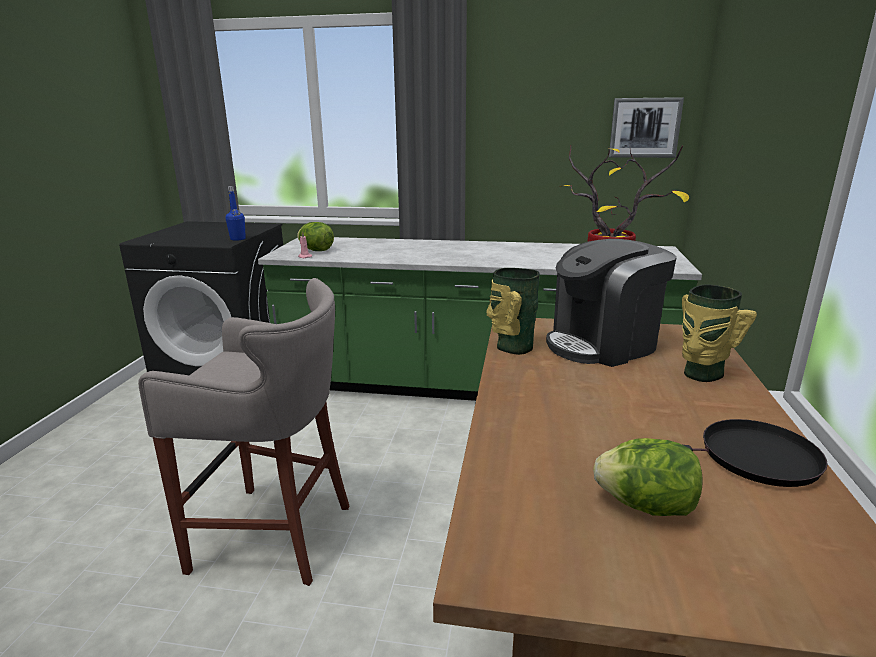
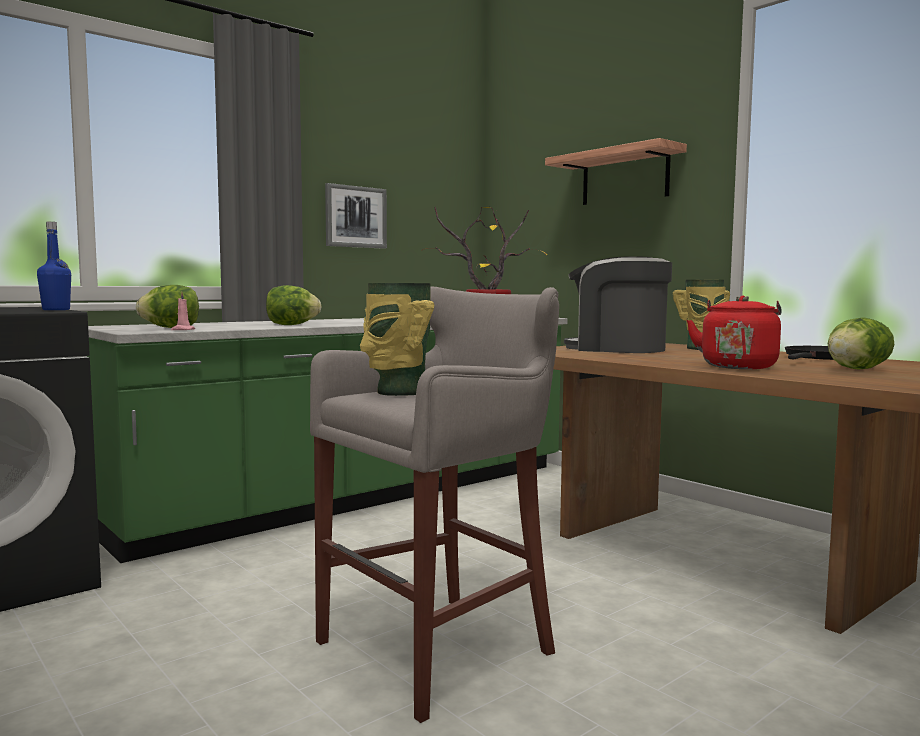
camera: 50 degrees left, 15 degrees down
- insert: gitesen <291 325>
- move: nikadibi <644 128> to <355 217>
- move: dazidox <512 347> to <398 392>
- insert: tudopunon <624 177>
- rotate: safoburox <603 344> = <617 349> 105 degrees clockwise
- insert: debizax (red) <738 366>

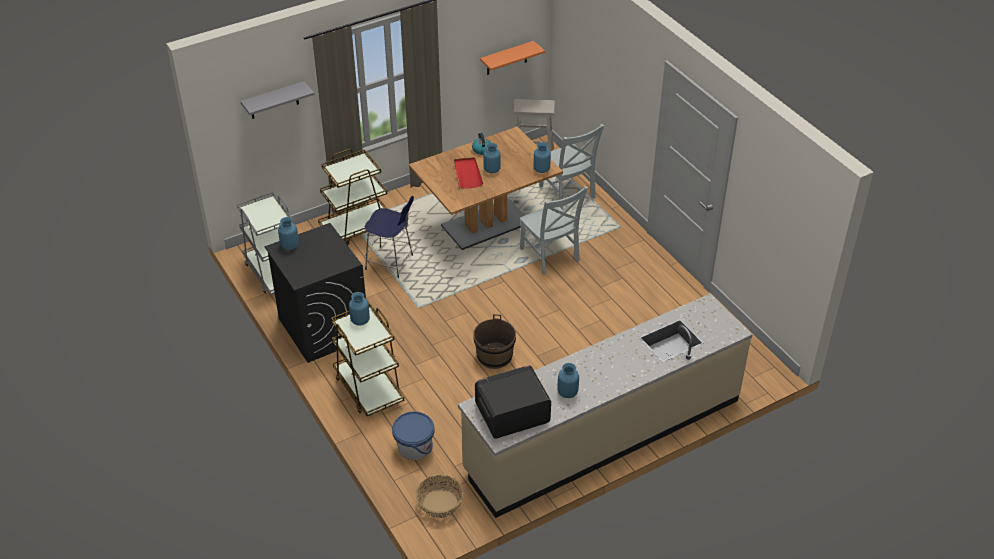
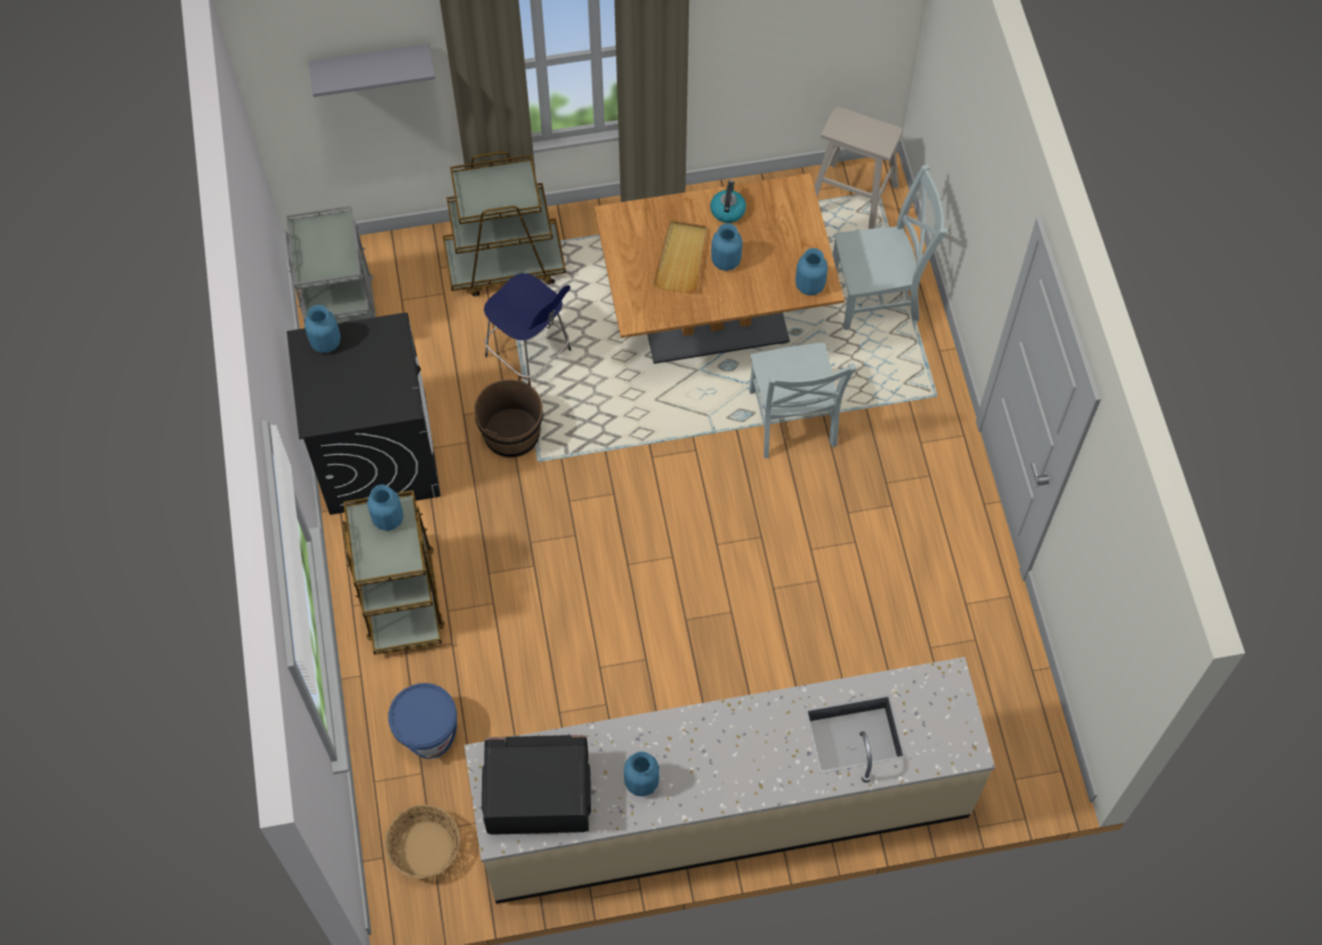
camera: 20 degrees right, 20 degrees up
- move: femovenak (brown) <494 356> to <511 433>
- recolor: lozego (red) <467 174> to lozego (beige) <681 258>
- rotate: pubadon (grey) <568 193> = <879 295> 90 degrees counterclockwise
- delete: tudopunon (orange) <507 58>

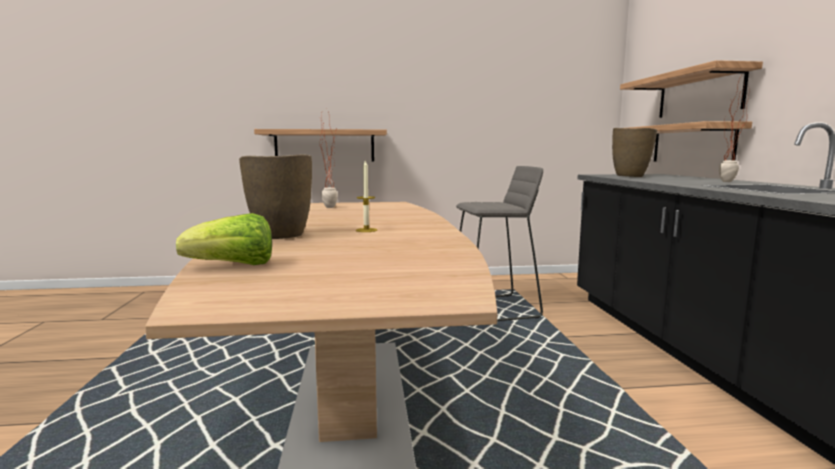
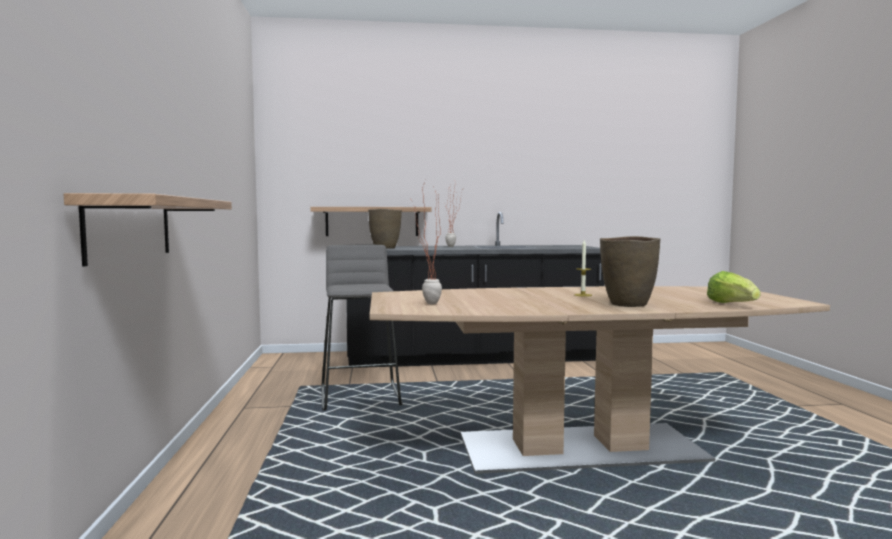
camera: 90 degrees left, 5 degrees down
- delete: tudopunon <699 94>

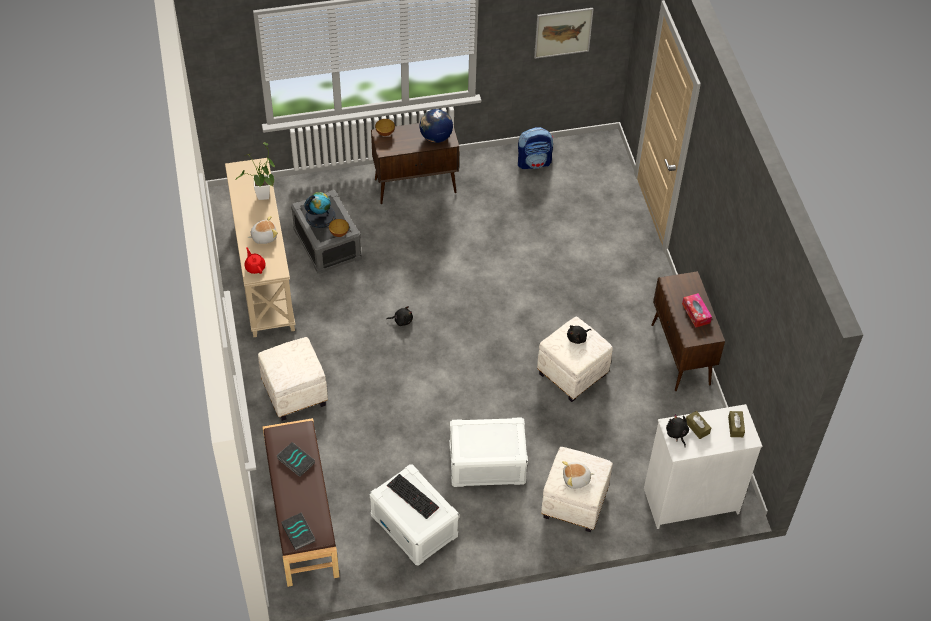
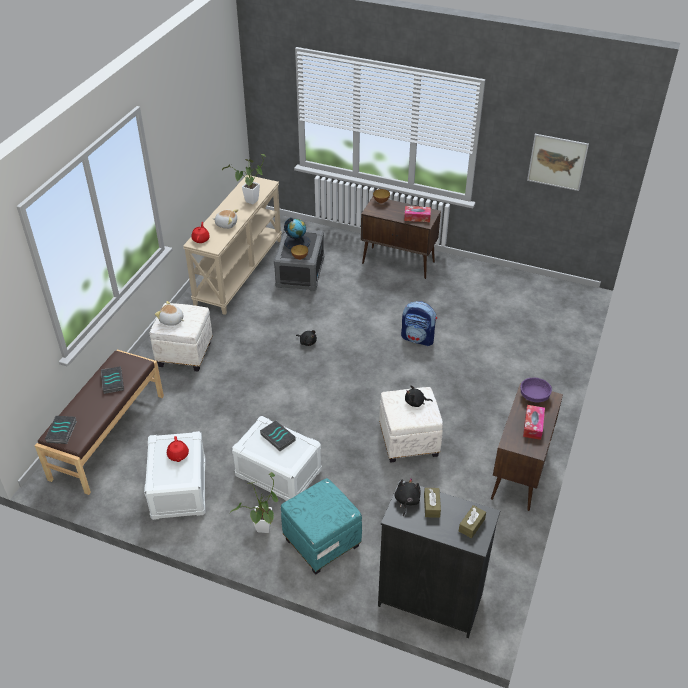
camera: 35 degrees right, 10 degrees down
- move: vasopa <576 479> to <171 320>
- replace: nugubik <414 496> to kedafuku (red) <178 455>
- insert: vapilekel <263 531>
- insert: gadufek <277 437>
- recolor: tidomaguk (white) <574 504> to tidomaguk (turquoise) <321 544>
- recolor: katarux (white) <690 500> to katarux (black) <430 599>
- move: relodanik <534 162> to <418 338>
- replace: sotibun <435 137> to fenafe <417 217>
- insert: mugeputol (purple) <534 396>

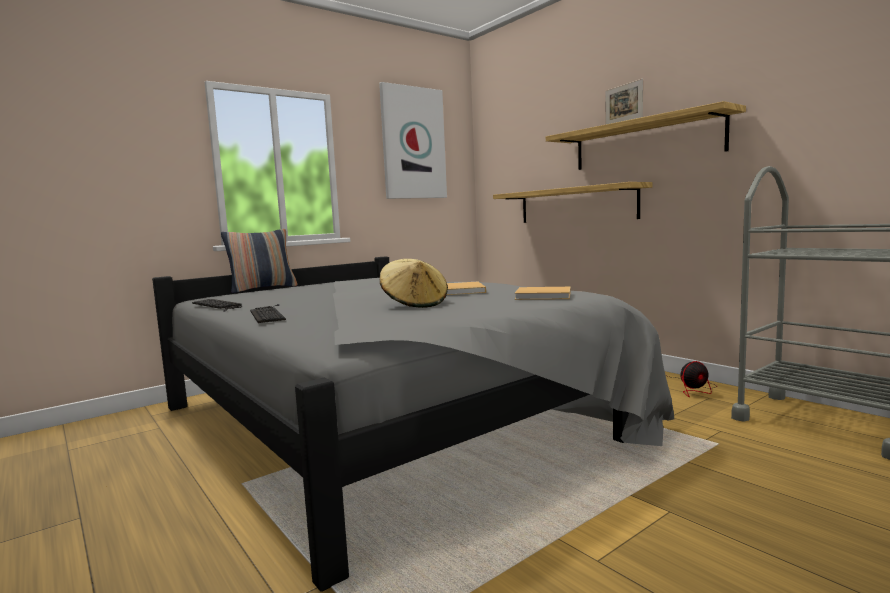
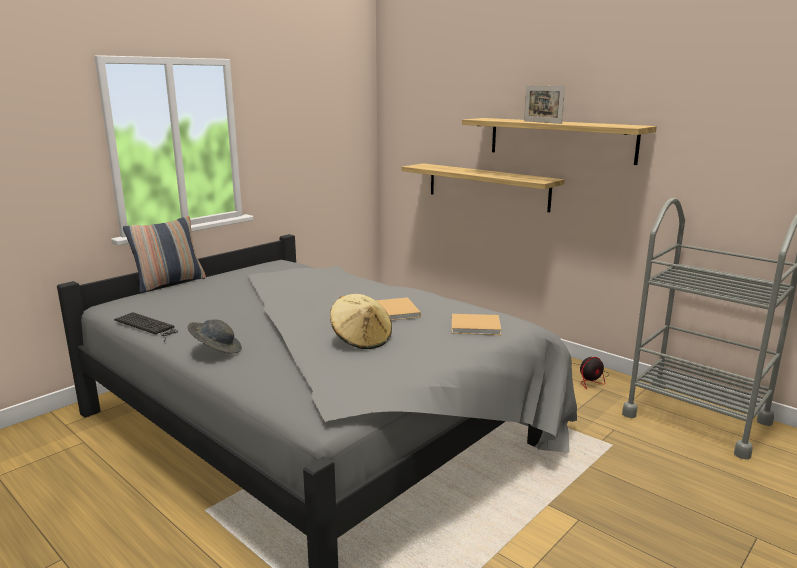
camera: 10 degrees left, 10 degrees up
- replace: nugubik <267 314> to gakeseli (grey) <216 350>
- delete: nikadibi <413 143>

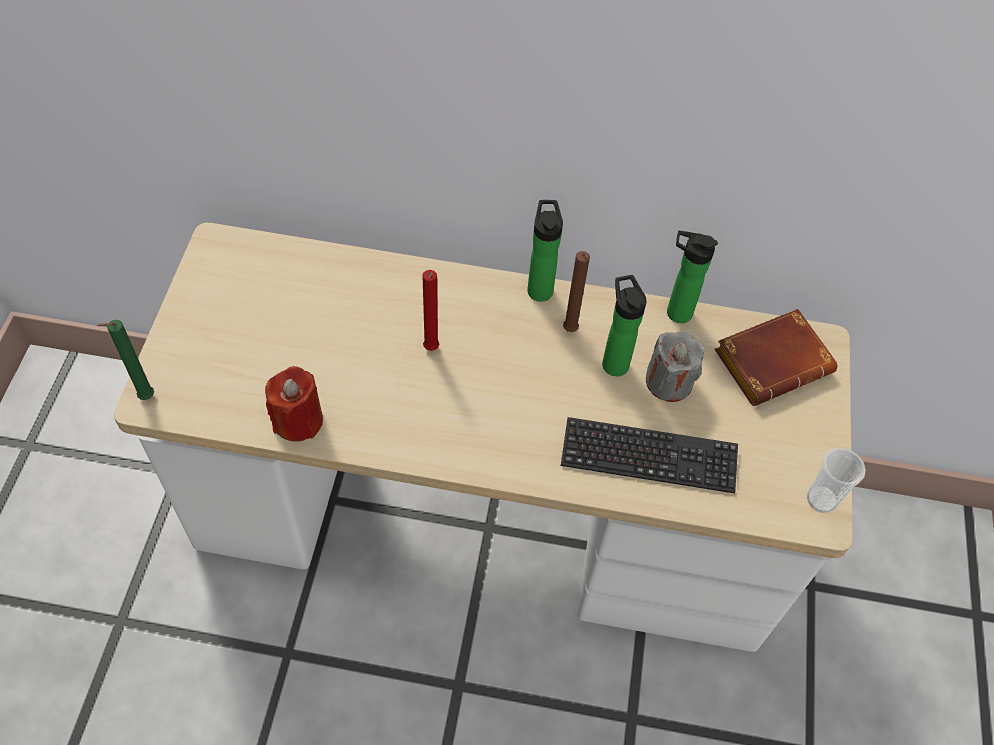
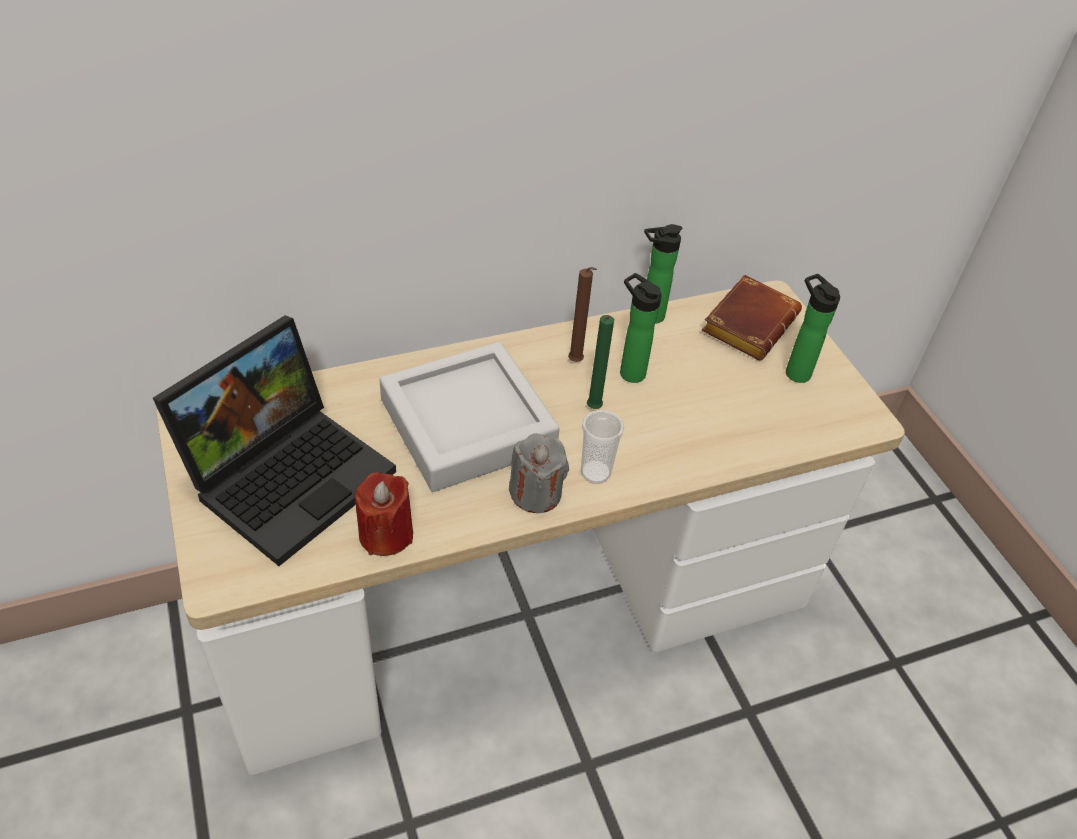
camera: 30 degrees left, 10 degrees down
- insert: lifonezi <290 473>
- replace: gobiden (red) <431 350> to lozego (grey) <467 424>
- move: gobiden (grey) <669 382> to <536 493>
- move: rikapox <821 499> to <595 472>
- move: gobiden (green) <144 398> to <593 410>
- move: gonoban <540 288> to <795 371>
- delete: nugubik <649 457>

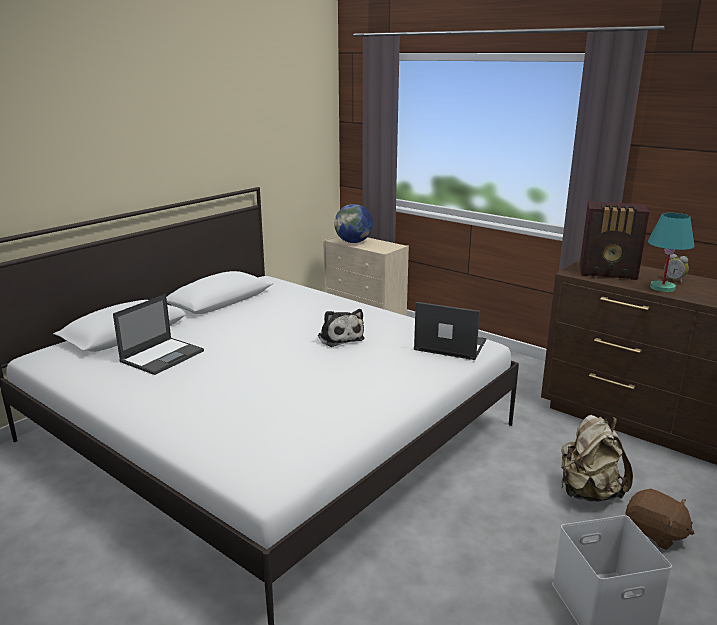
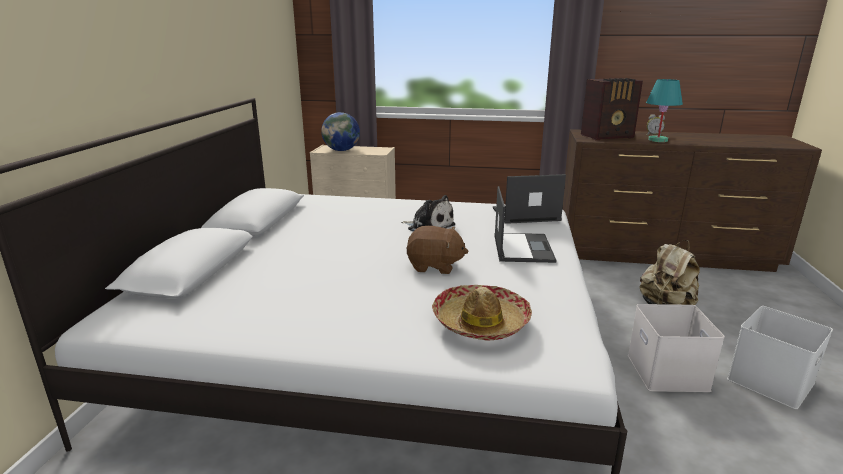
camera: 30 degrees left, 0 degrees up
- move: vasopa (brown) <654 533> to <435 266>
- insert: gakeseli <481 322>
- move: lifonezi <163 356> to <522 248>
- insert: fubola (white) <669 373>

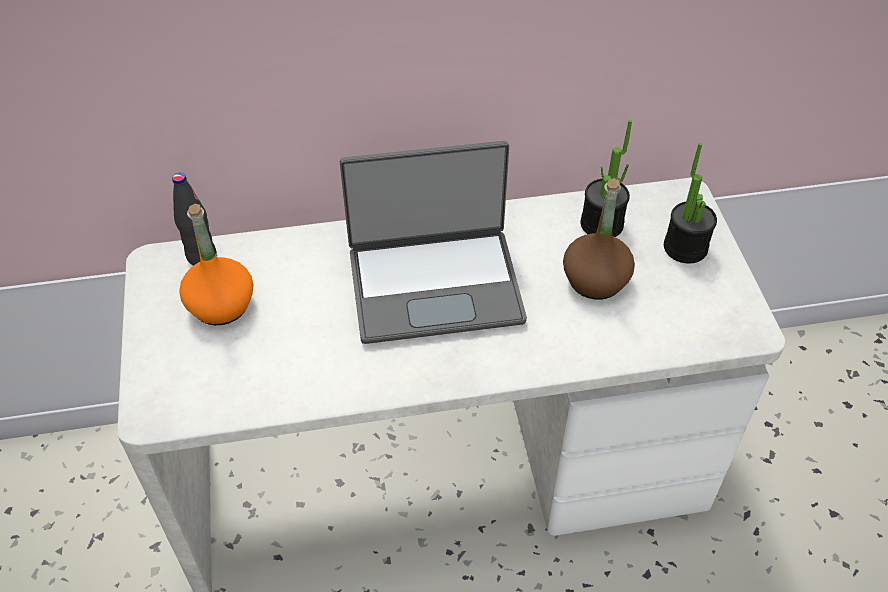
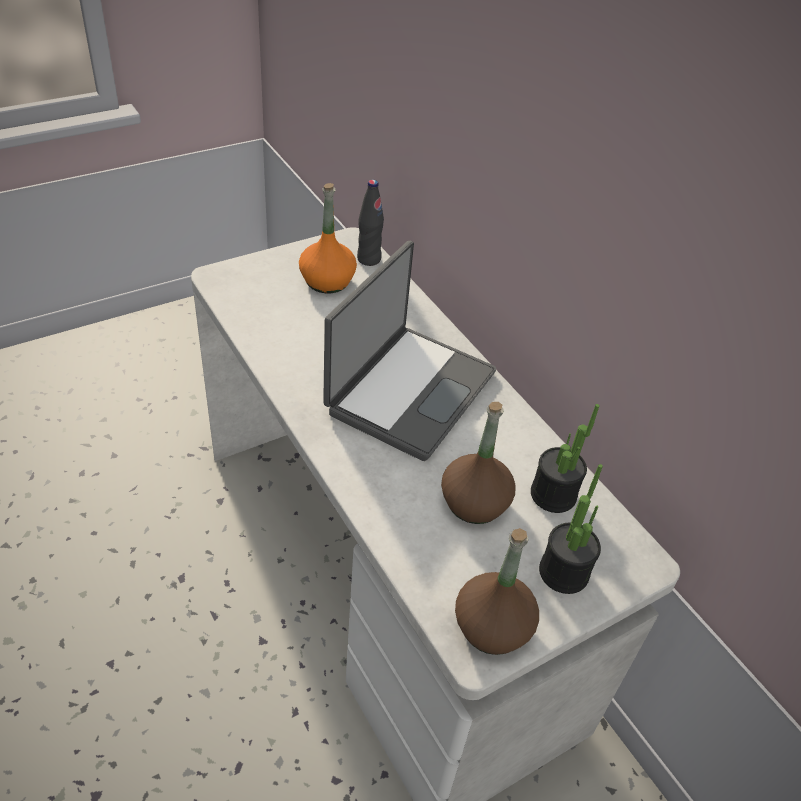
camera: 65 degrees right, 5 degrees down
- rotate: lifonezi <435 284> = <409 391> 120 degrees counterclockwise
- insert: gonoban (brown) <492 627>

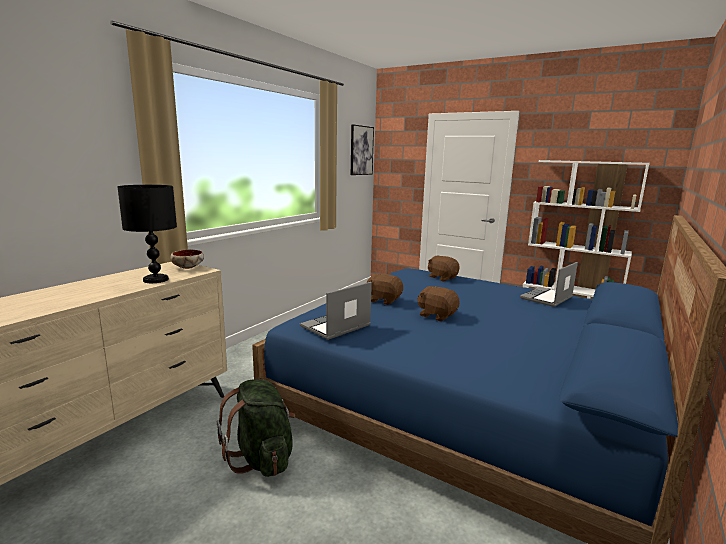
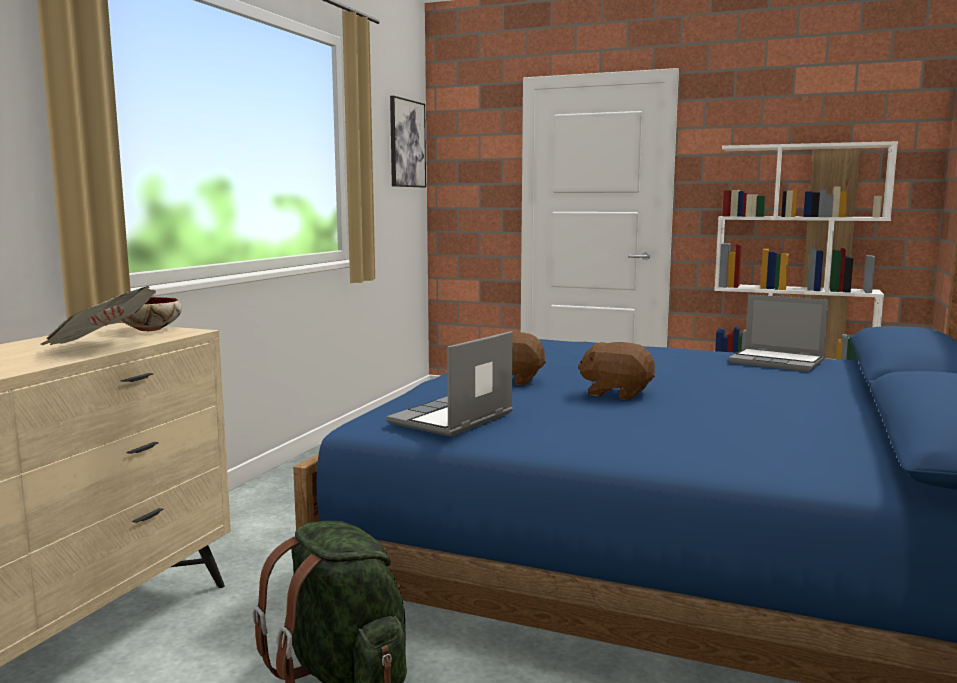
camera: 10 degrees left, 5 degrees down
- replace: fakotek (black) <155 280> to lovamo <101 346>
- rotate: lifonezi <547 298> = <778 362> 90 degrees counterclockwise
- delete: vasopa (brown) <442 278>

